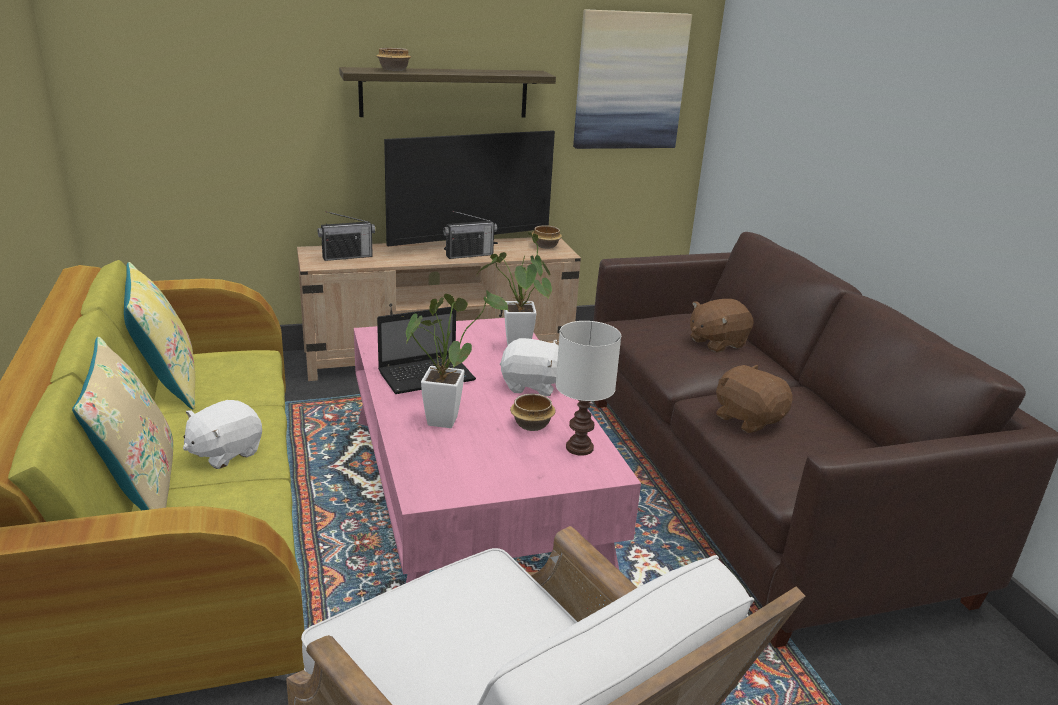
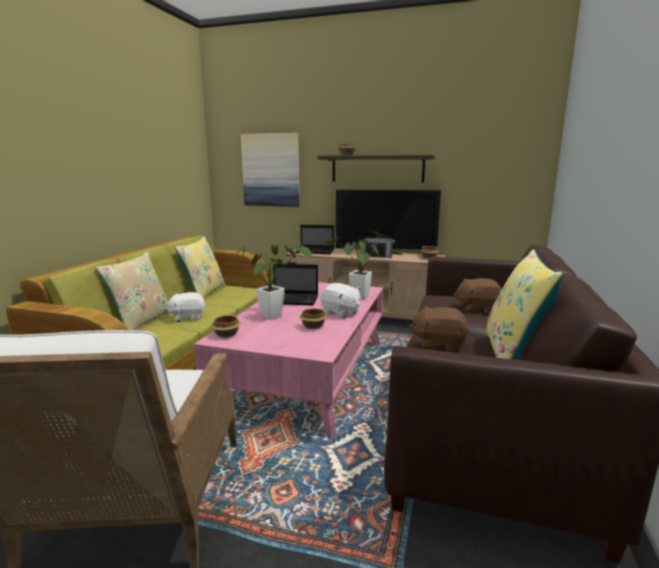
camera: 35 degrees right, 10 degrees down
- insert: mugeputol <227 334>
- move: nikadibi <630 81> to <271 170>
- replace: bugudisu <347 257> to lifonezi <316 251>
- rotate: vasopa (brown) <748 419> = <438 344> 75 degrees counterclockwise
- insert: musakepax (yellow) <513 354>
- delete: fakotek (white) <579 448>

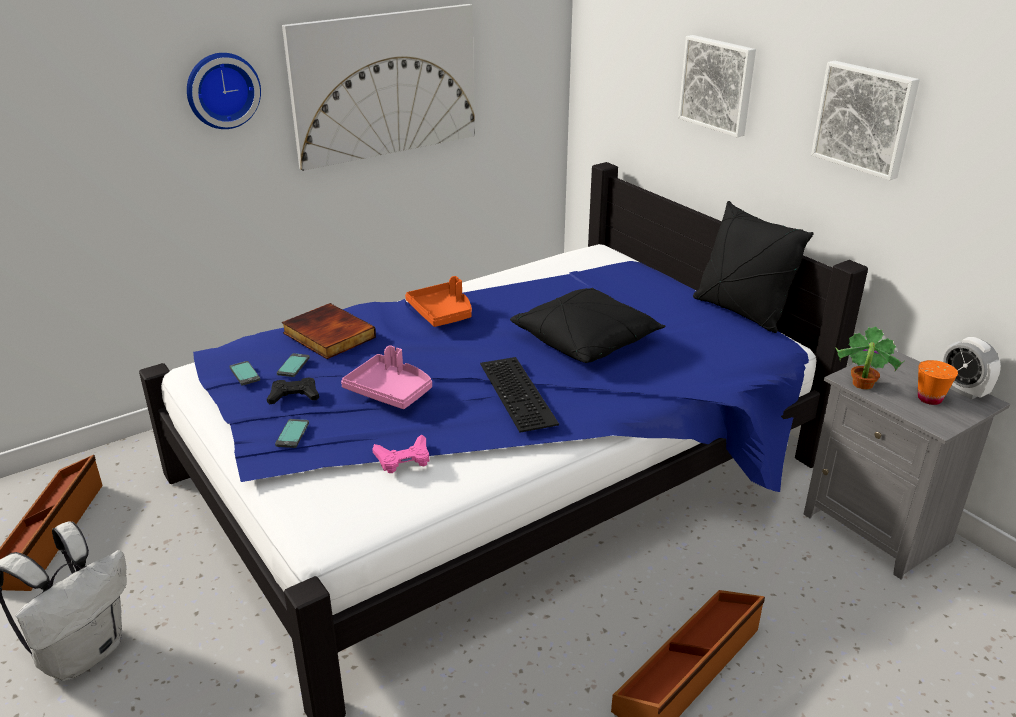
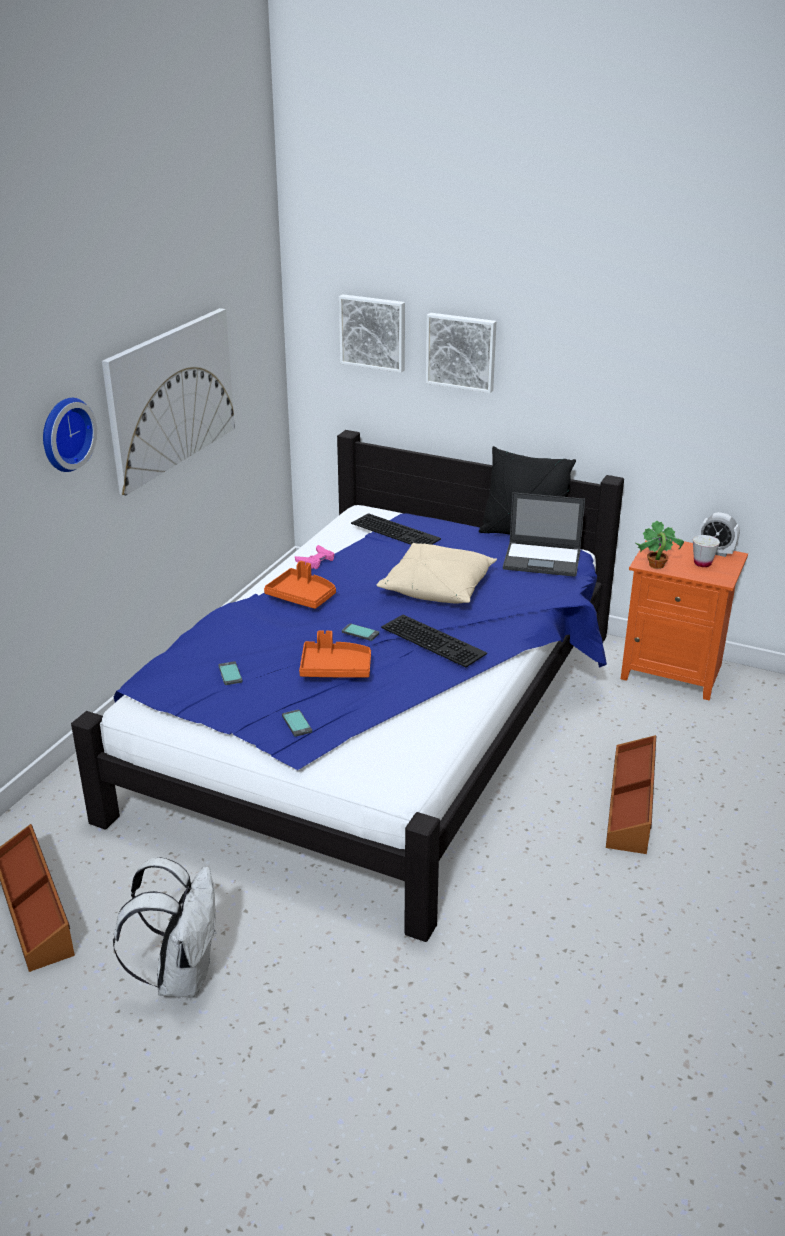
camera: 30 degrees left, 0 degrees up
- move: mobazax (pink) <403 459> to <316 561>
- recolor: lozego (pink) <390 391> to lozego (orange) <335 668>
- move: nikadibi <865 118> to <373 332>
- move: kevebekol <245 374> to <360 633>
- insert: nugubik <397 531>
- recolor: musakepax (black) <586 341> to musakepax (beige) <437 588>
- insert: lifonezi <543 559>
- recolor: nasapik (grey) <879 527> to nasapik (orange) <672 671>
- recolor: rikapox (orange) <929 399> to rikapox (white) <702 563>
- delete: mobazax (black) <294 396>
- delete: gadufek <327 335>

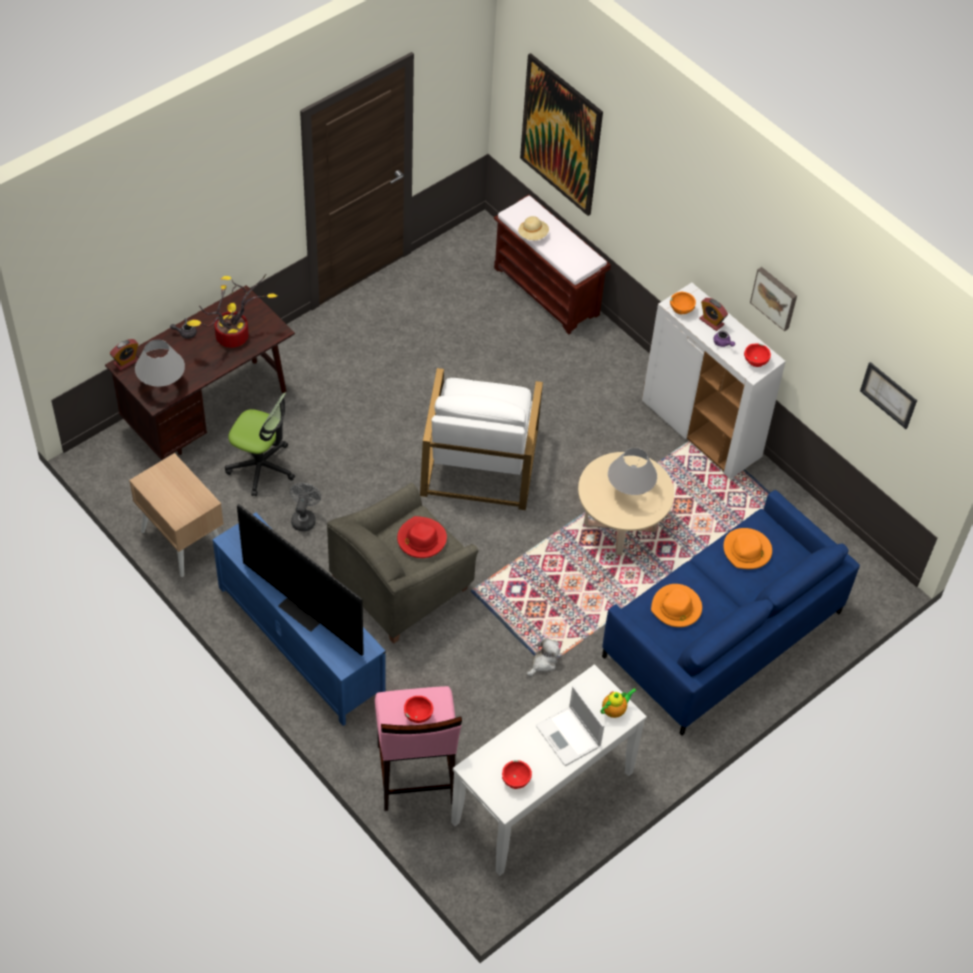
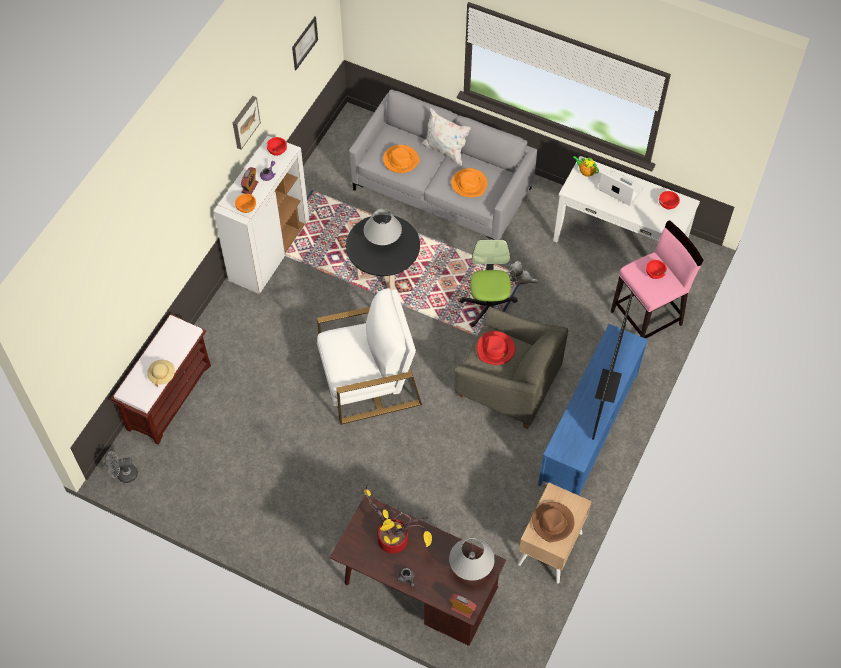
camera: 110 degrees left, 5 degrees up
- move: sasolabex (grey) <304 518> to <124 475>
- recolor: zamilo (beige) <620 526> to zamilo (black) <384 271>
- recolor: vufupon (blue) <722 634> to vufupon (grey) <442 189>
- insert: musakepax (white) <445 150>
- move: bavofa <261 467> to <488 307>
- insert: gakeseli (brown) <553 522>
- rotate: lifonezi <569 737> = <620 189> 90 degrees counterclockwise
- delete: nikadibi <561 135>

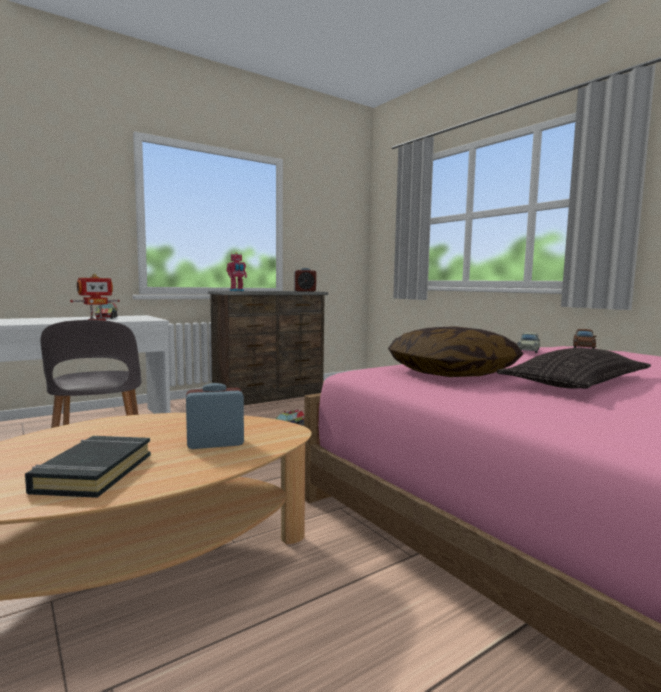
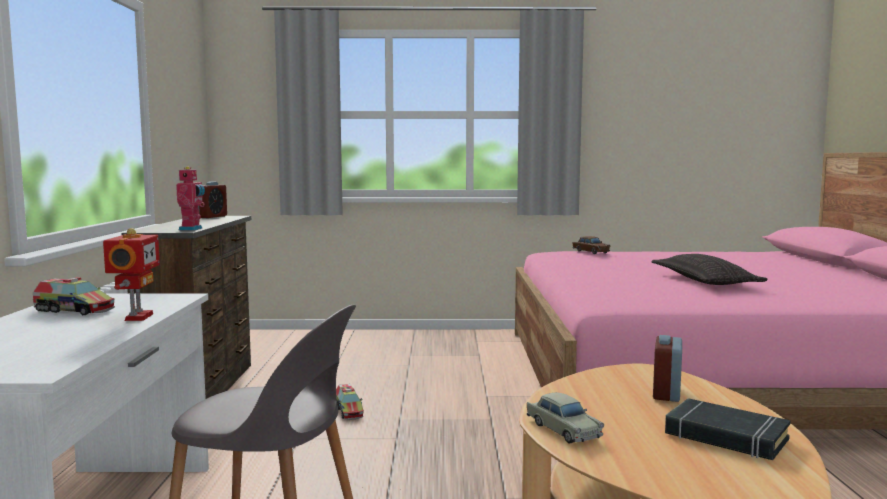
camera: 55 degrees left, 0 degrees up
- move: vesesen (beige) <528 350> to <563 429>
- delete: musakepax <452 373>

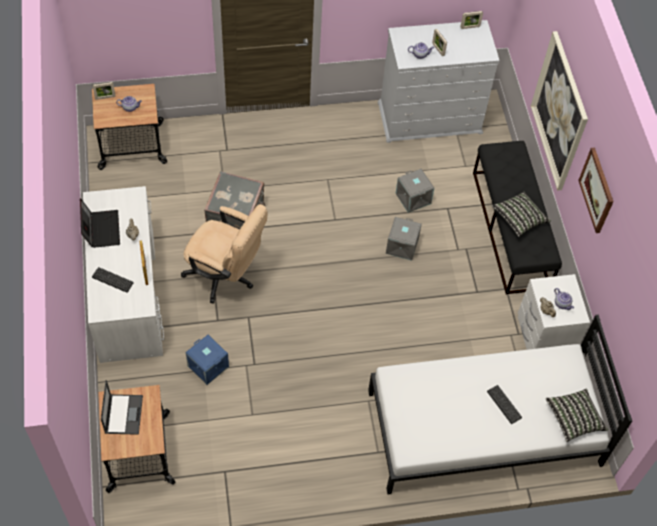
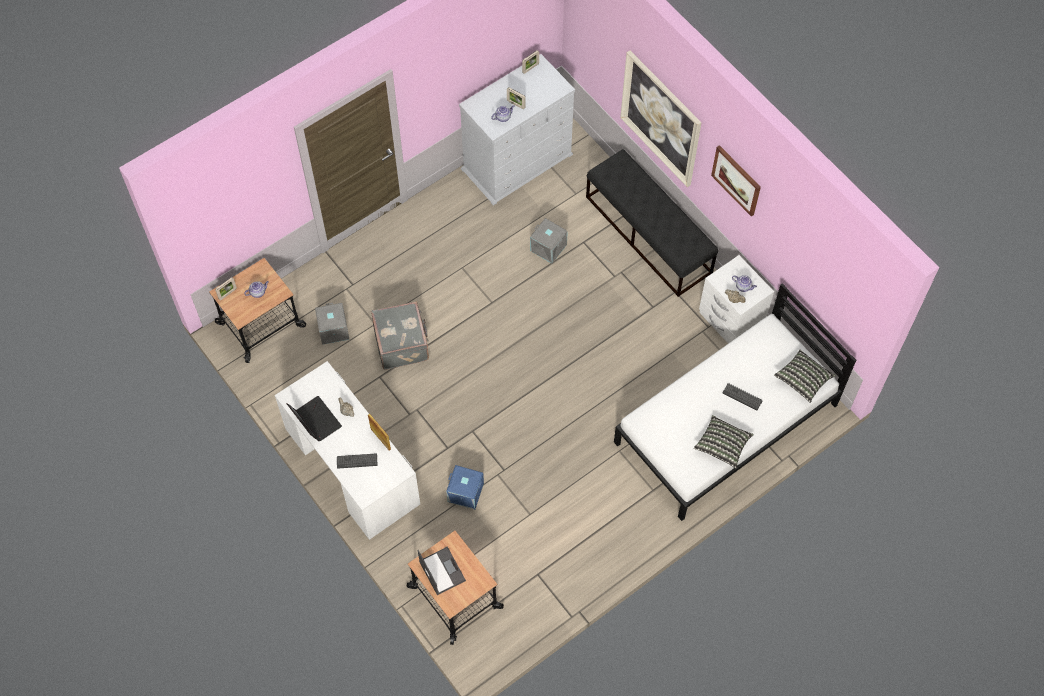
camera: 25 degrees left, 5 degrees up
- move: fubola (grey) <401 245> to <333 330>
- move: musakepax <519 219> to <722 445>
- delete: bavofa (beige) <225 276>

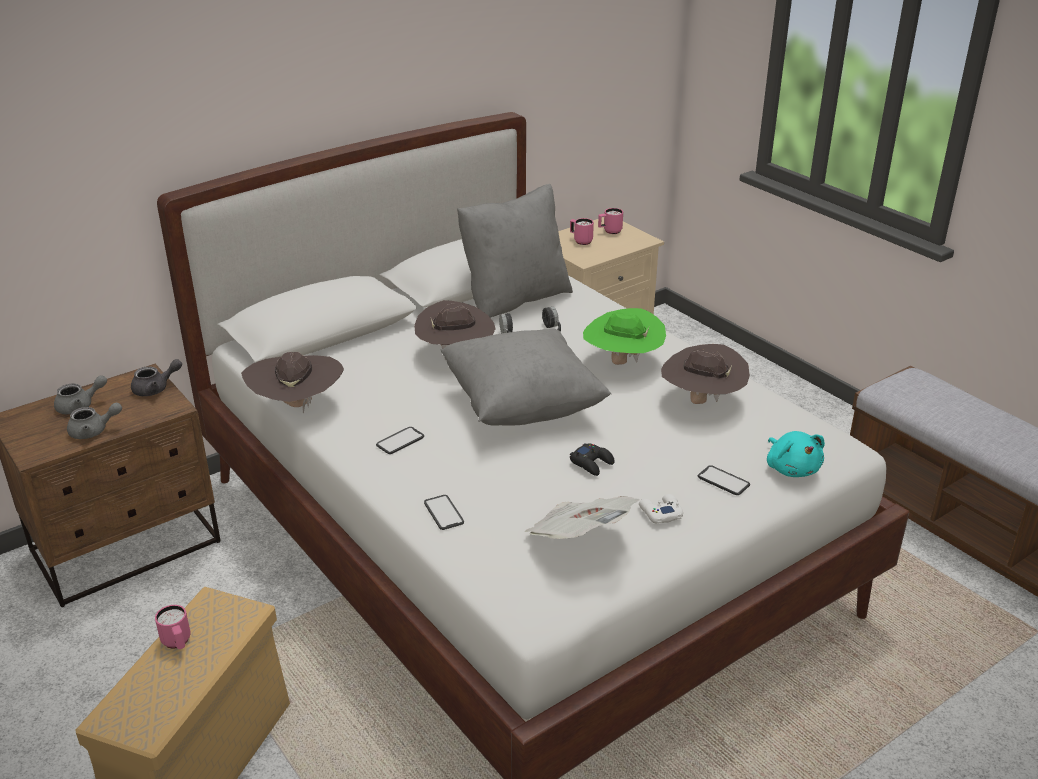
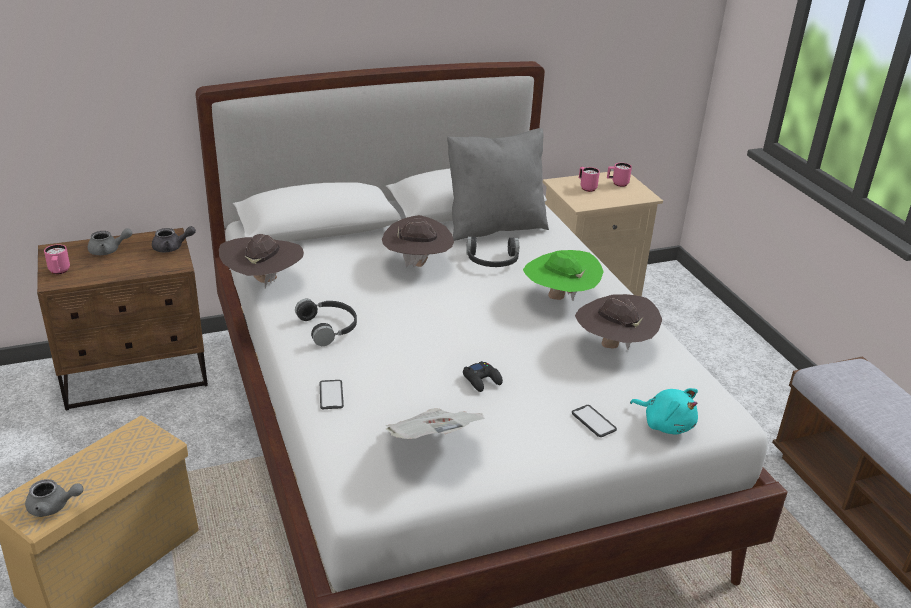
camera: 15 degrees right, 0 degrees up
- move: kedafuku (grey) <94 431> to <53 507>
- move: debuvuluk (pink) <177 643> to <59 272>
- replace: kevebekol <400 441> to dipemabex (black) <329 327>
- rotate: vasopa (turquoise) <792 468> = <666 424> 45 degrees counterclockwise
- delete: musakepax (grey) <522 406>
- delete: mobazax (white) <660 513>

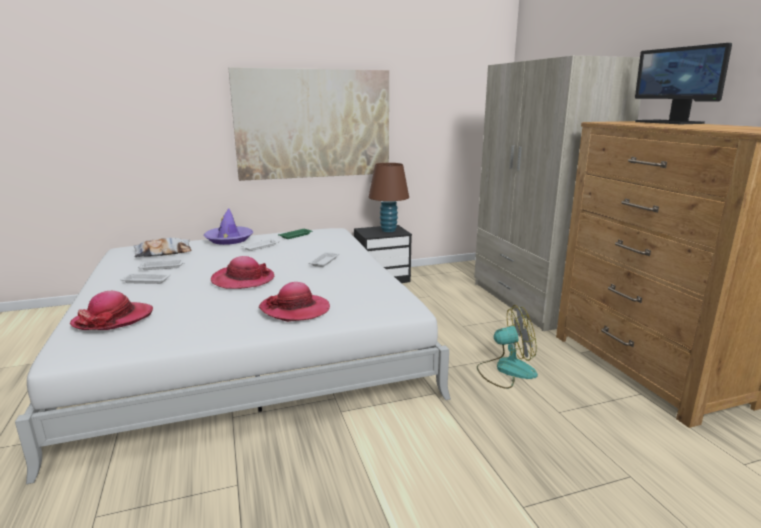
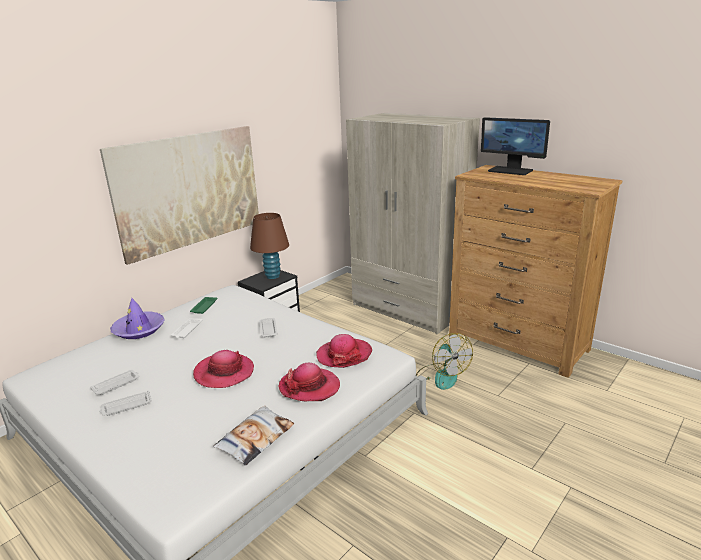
camera: 30 degrees left, 5 degrees up
- move: musakepax <163 252> to <255 439>
- move: gakeseli <113 319> to <344 355>
- rotate: sasolabex <506 370> = <442 376> 105 degrees clockwise

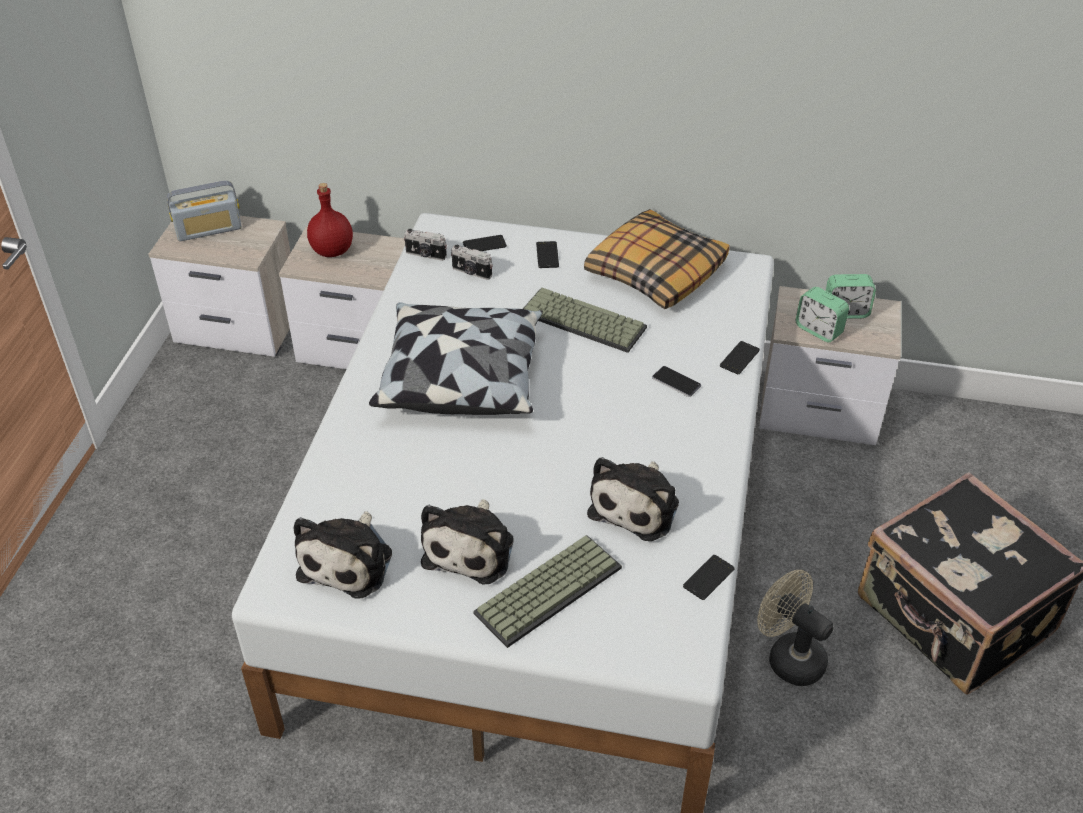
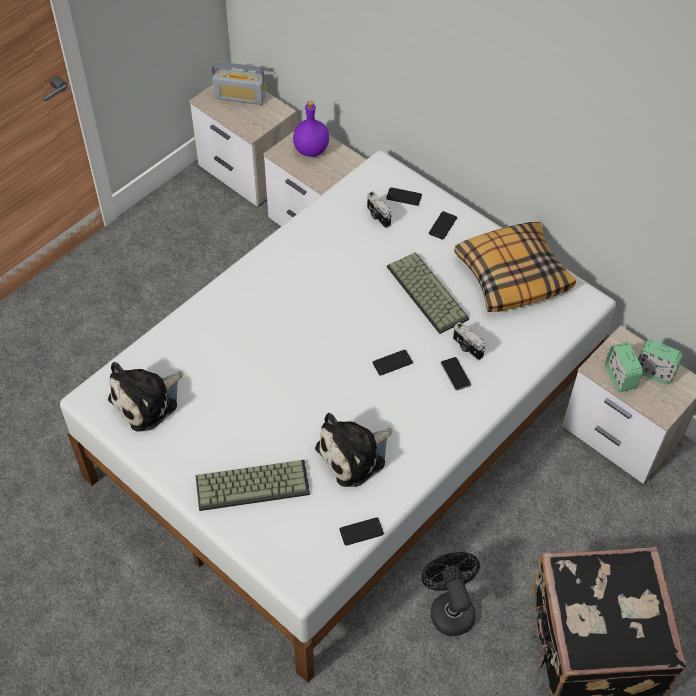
camera: 30 degrees right, 10 degrees up
- recolor: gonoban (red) <332 250> to gonoban (purple) <311 149>
- move: kevebekol <739 358> to <392 363>
- recolor: sasolabex (beige) <788 656> to sasolabex (black) <449 608>
- move: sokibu <425 255> to <467 348>
- delete: musakepax <461 377>
- delete: vasopa <471 548>

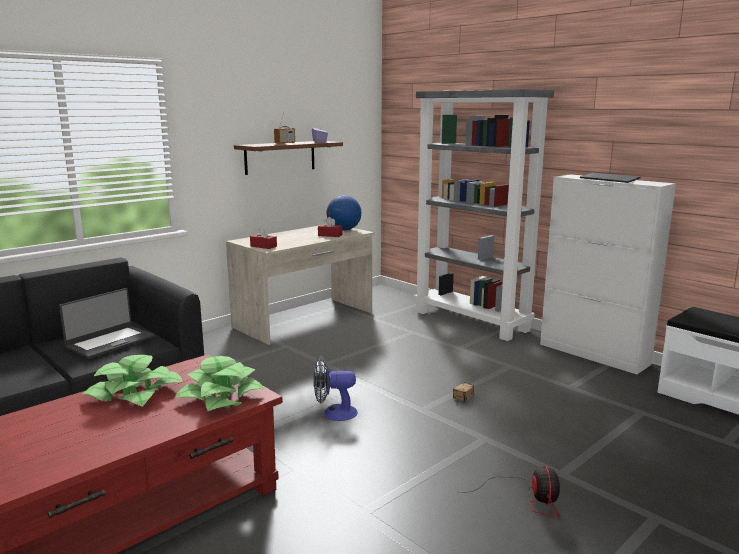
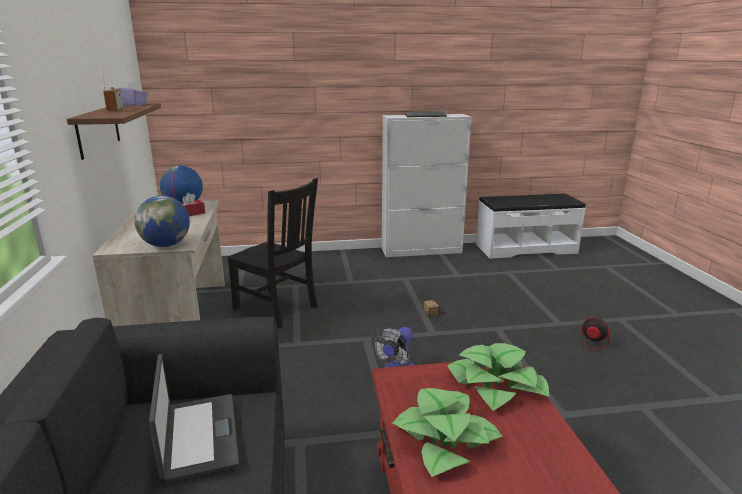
camera: 55 degrees left, 5 degrees up
- replace: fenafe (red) <263 246> to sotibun <166 245>
- insert: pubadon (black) <277 309>
- delete: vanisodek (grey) <472 321>

